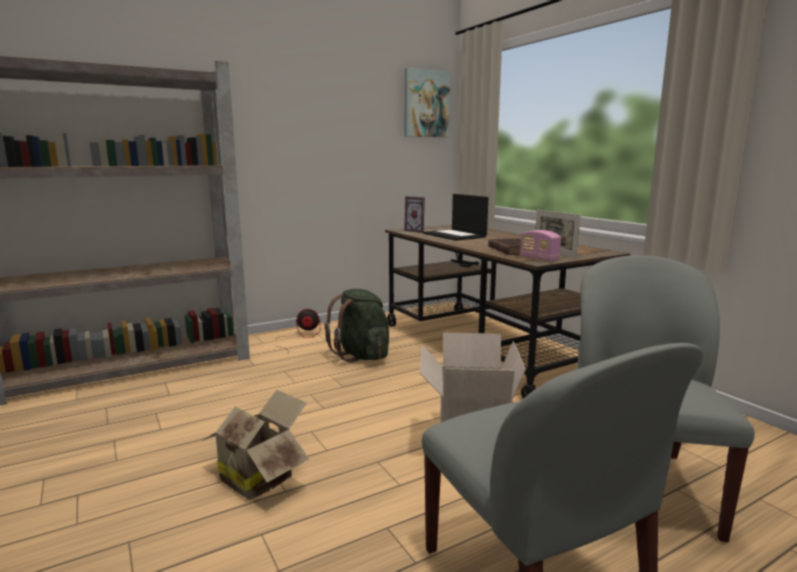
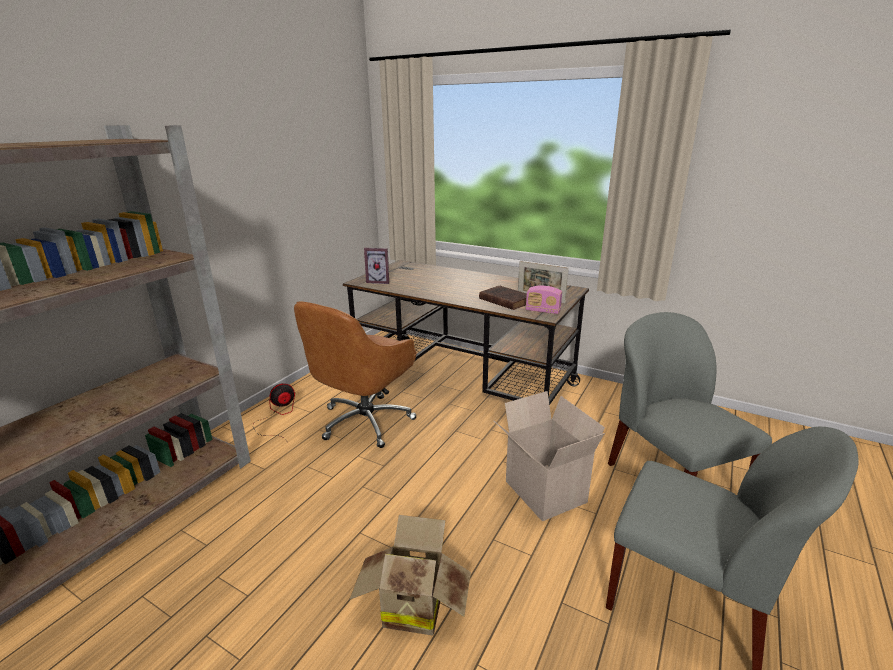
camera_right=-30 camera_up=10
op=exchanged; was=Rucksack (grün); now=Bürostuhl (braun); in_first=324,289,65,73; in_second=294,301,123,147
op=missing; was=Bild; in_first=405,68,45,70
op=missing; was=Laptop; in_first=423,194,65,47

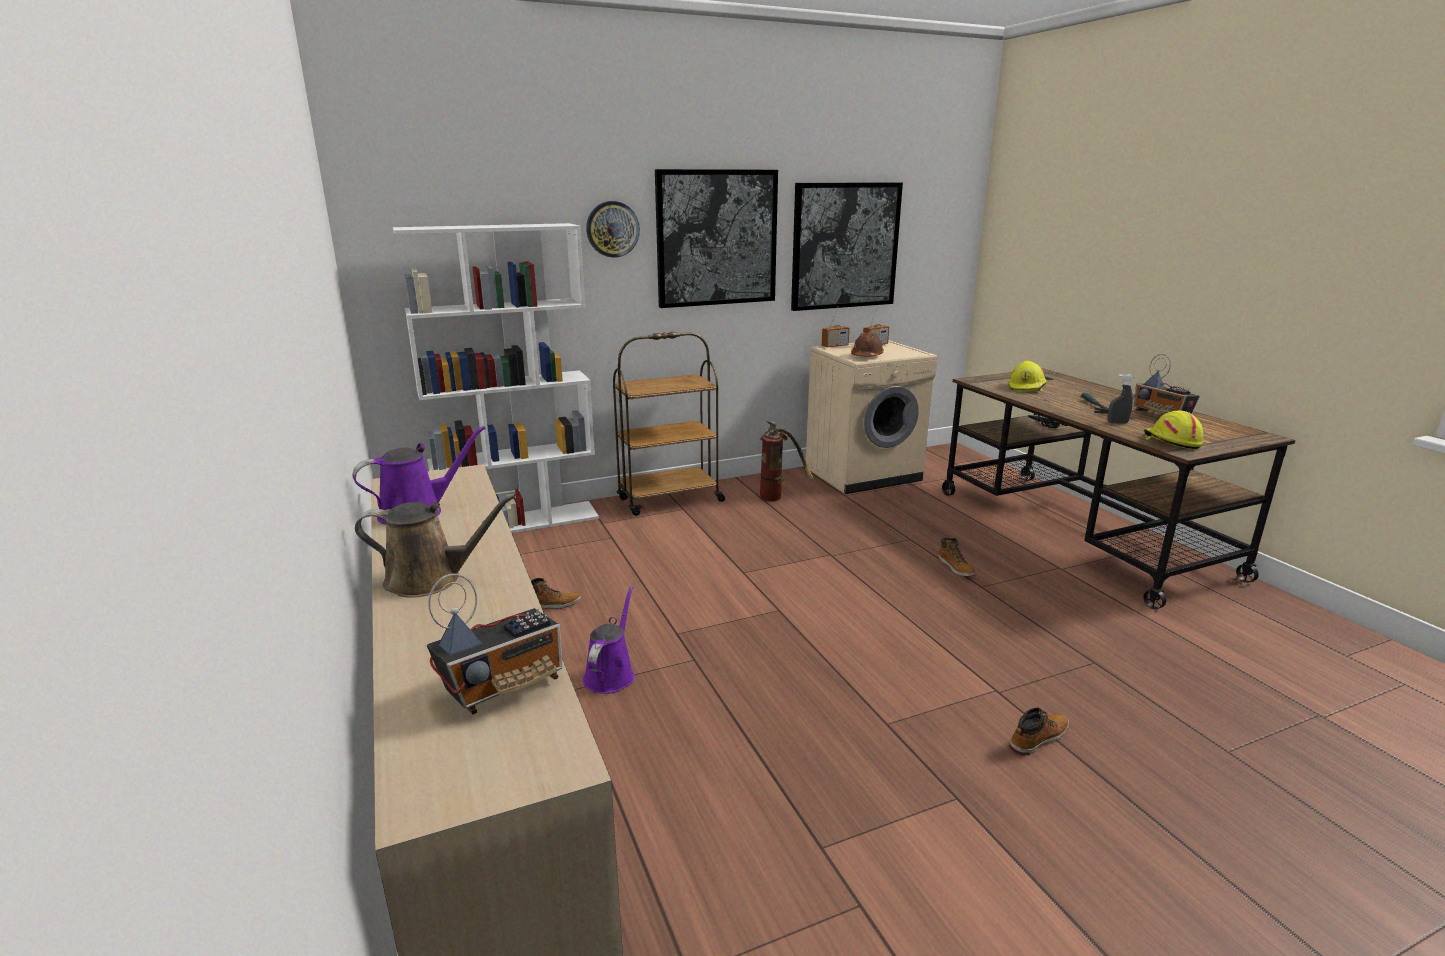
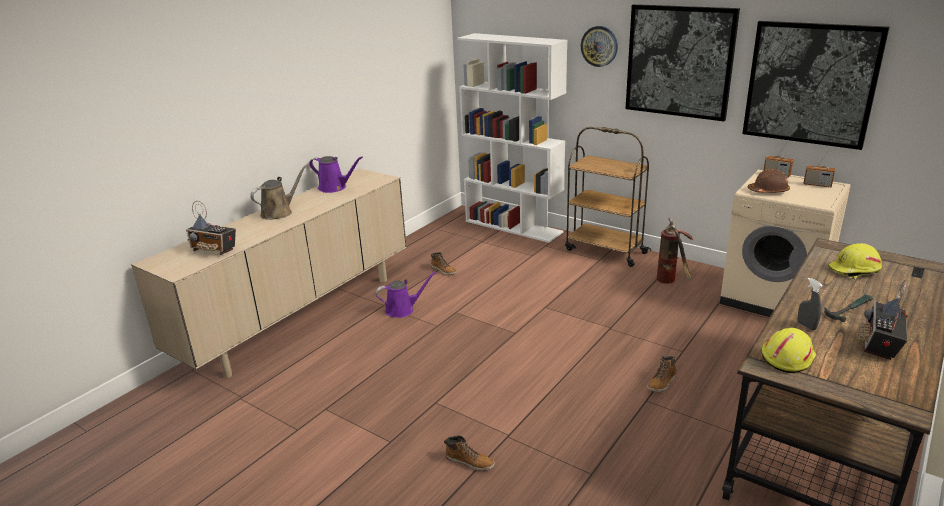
camera_right=60 camera_up=5
op=spun; was=Gießkanne (braun); in_first=355,494,161,104; in_second=250,165,57,55; clockwise=-105

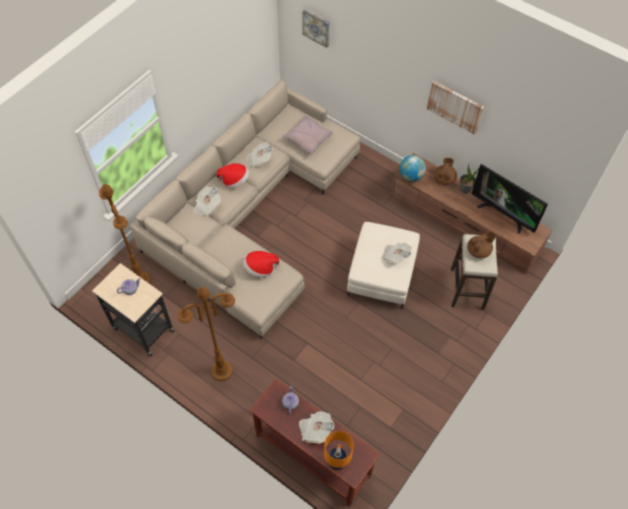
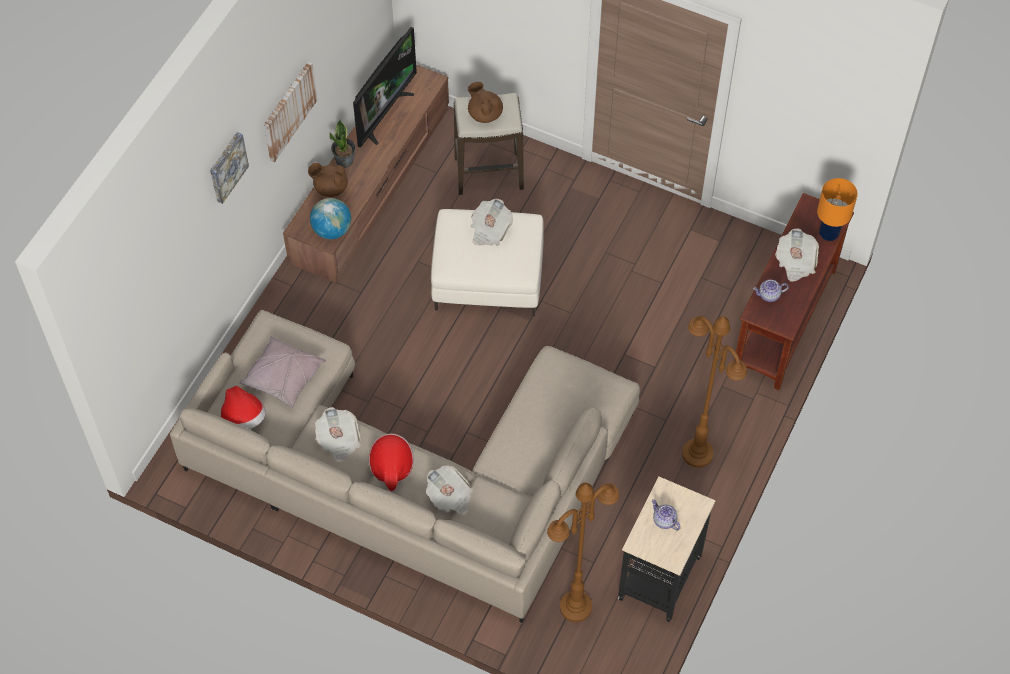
camera_right=-100 camera_up=0
op=relocated; was=Hut; in_first=243,251,36,27; in_second=221,386,45,43
op=relocated; was=Bild; in_first=302,9,28,39; in_second=210,132,39,72

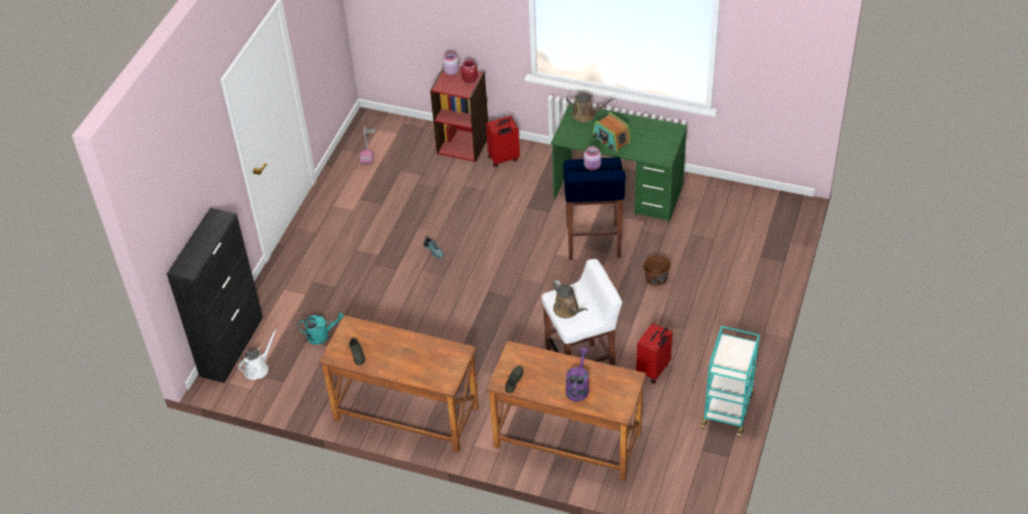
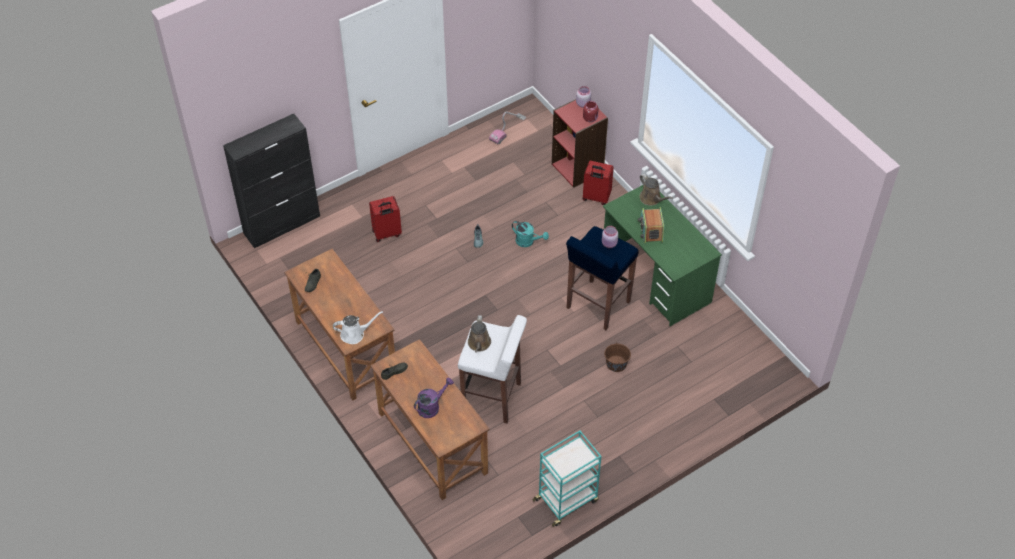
camera_right=35 camera_up=5
op=relocated; was=Gießkanne (weiß); in_first=238,329,39,51; in_second=333,311,50,33
op=relocated; was=Gießkanne (türkis); in_first=298,313,46,32; in_second=512,221,37,26
op=relocated; was=Koffer (rot); in_first=636,323,36,61; in_second=369,196,33,46

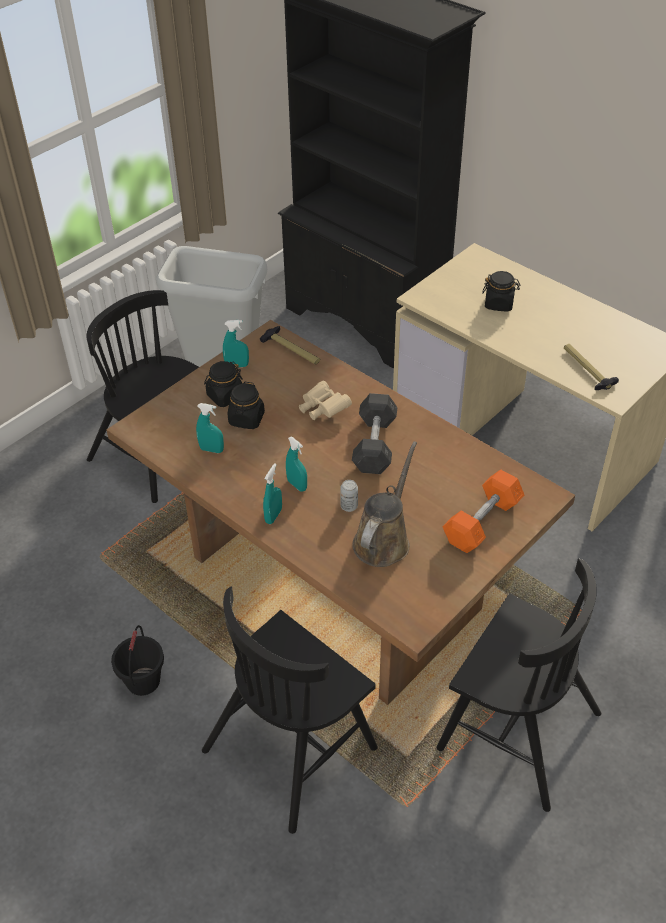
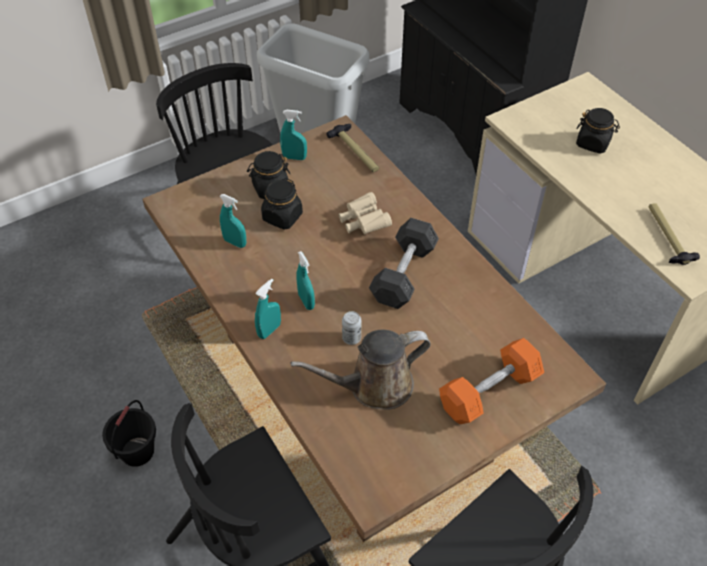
camera_right=15 camera_up=5
op=spun; was=Gießkanne (braun); in_first=352,441,65,126; in_second=290,330,141,80; clockwise=-150

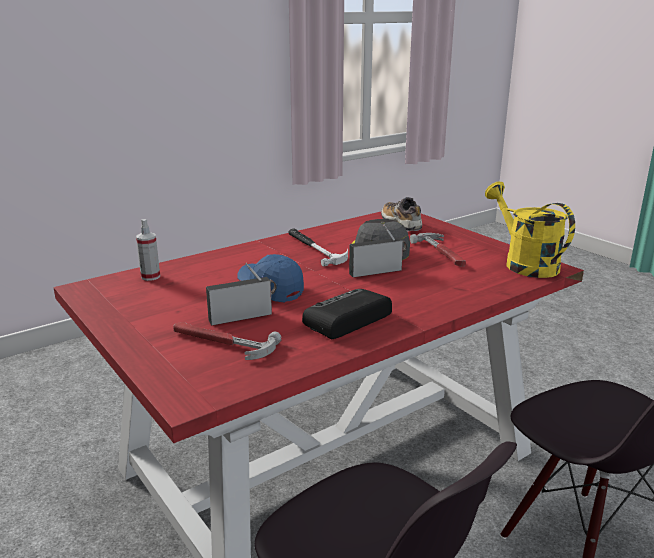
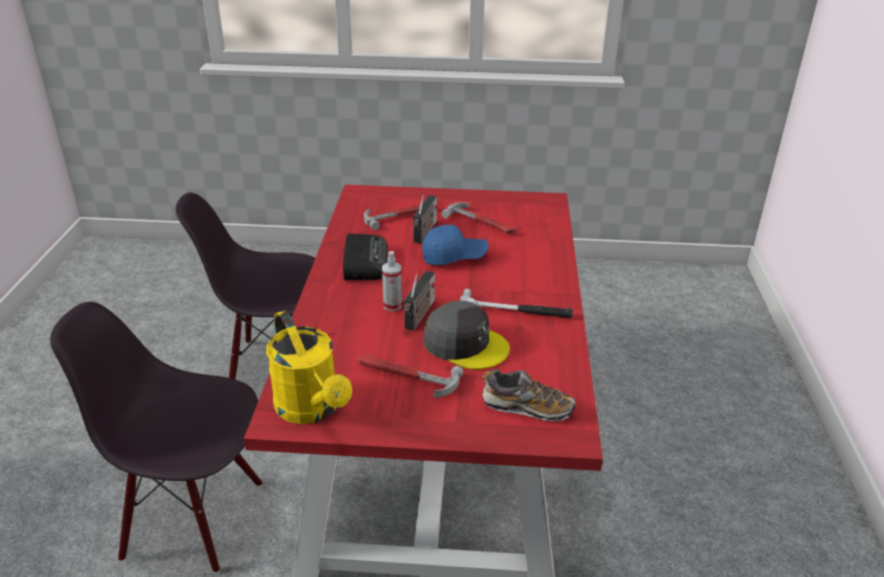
camera_right=130 camera_up=10
op=relocated; was=Sprühflasche; in_first=136,219,24,62; in_second=382,251,20,60
op=spun; was=Gießkanne (gelb); in_first=485,182,90,96; in_second=266,310,86,114; clockwise=45
op=appeared; now=Hammer; in_second=442,202,73,32

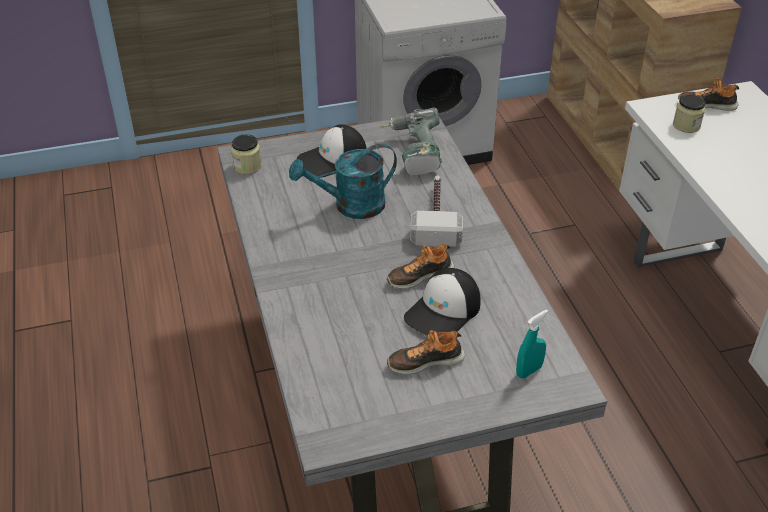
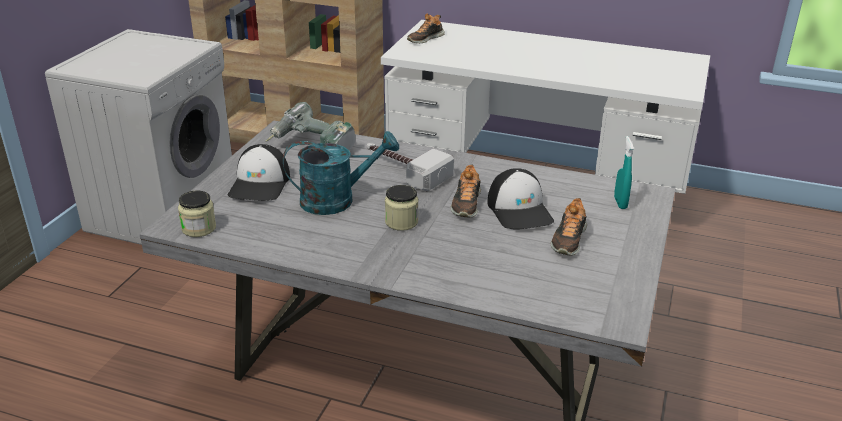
camera_right=-55 camera_up=-10
op=spun; was=Gießkanne (türkis); in_first=289,143,108,76; in_second=283,131,116,84; clockwise=-120
op=relocated; was=Vorratsglas; in_first=673,95,32,38; in_second=385,185,33,46

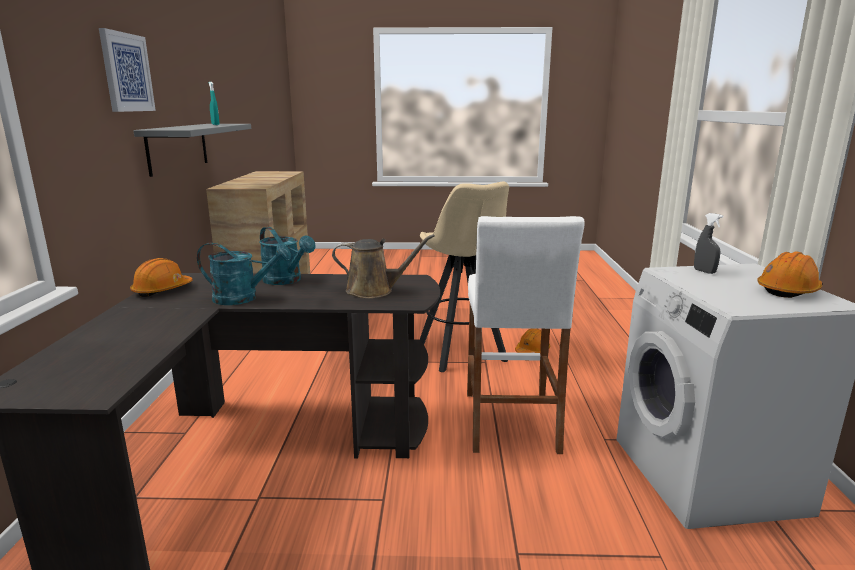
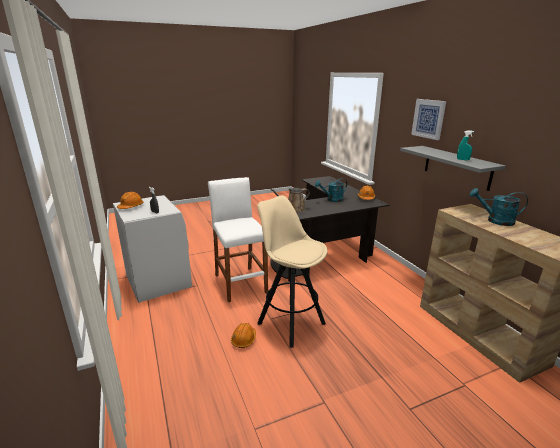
camera_right=155 camera_up=5
op=relocated; was=Gießkanne (türkis); in_first=259,227,57,58; in_second=469,188,59,38

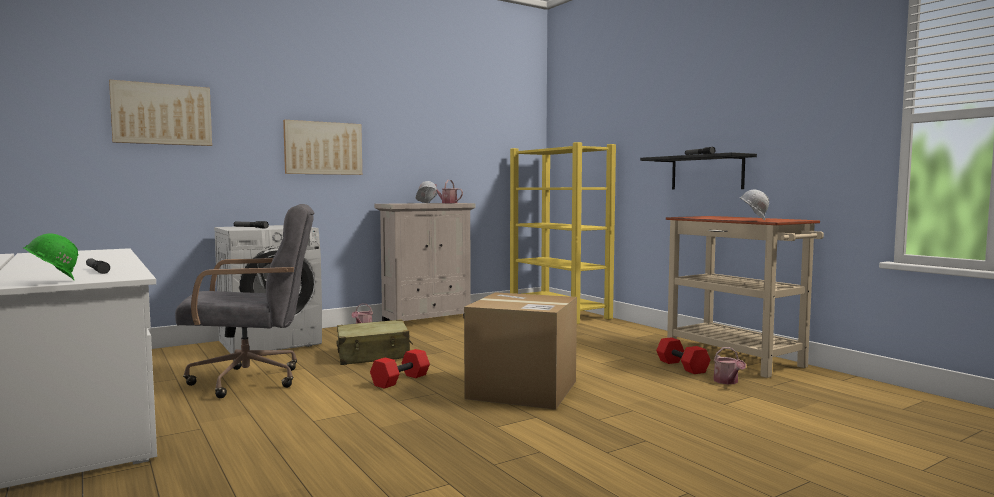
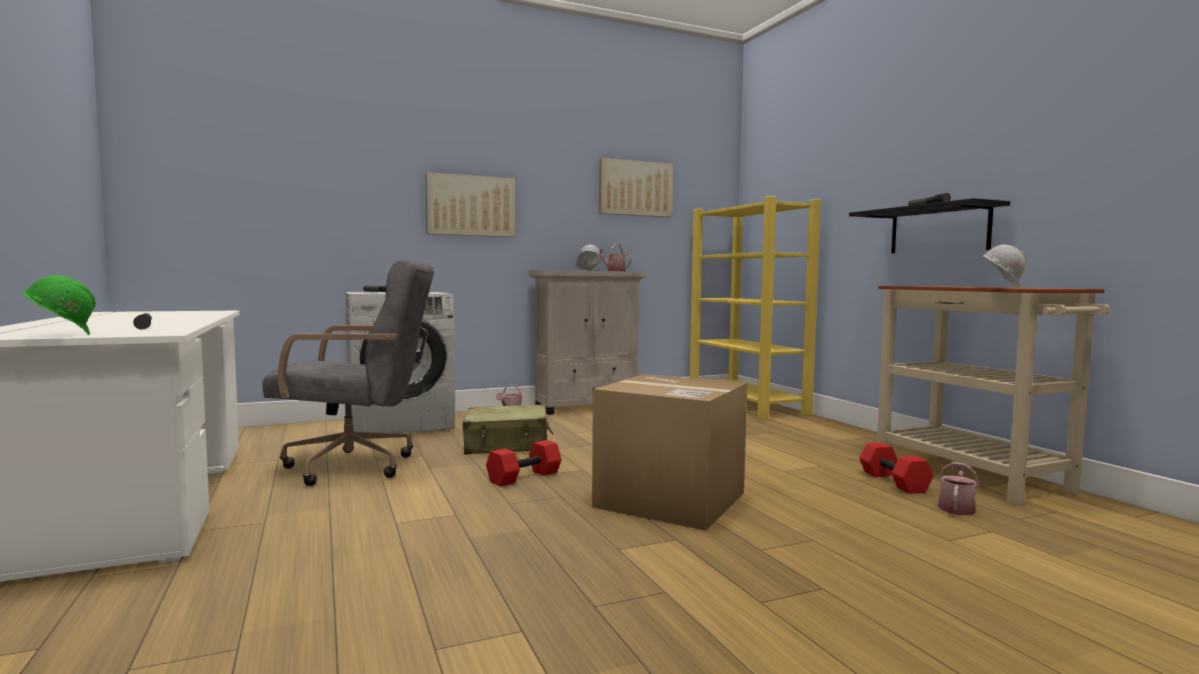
camera_right=10 camera_up=0
op=relocated; was=Bild; in_first=109,79,103,67; in_second=599,158,74,59
op=spun; was=Gießkanne; in_first=713,347,33,37; in_second=938,462,41,53; clockwise=-150

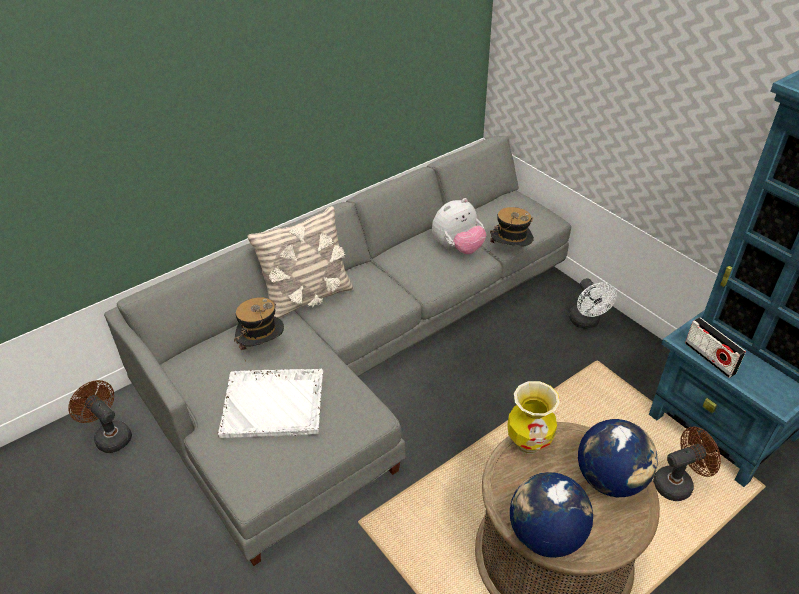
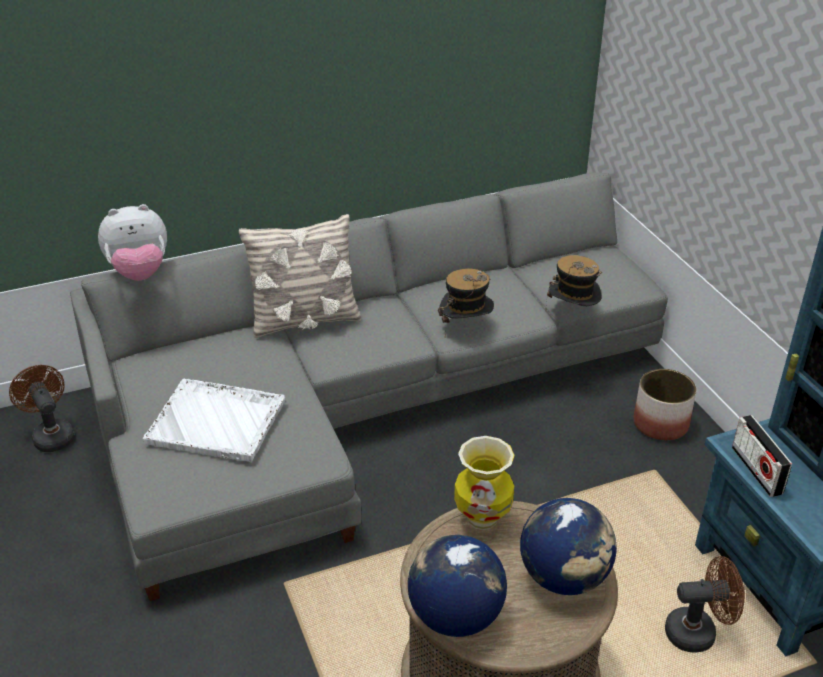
camera_right=15 camera_up=-5
op=relocated; was=Hut; in_first=234,297,50,65; in_second=438,269,56,68
op=relocated; was=Plüschtier; in_first=432,198,55,56; in_second=98,204,69,77
op=exchanged; was=Ventilator (weiß); now=Pflanzkübel; in_first=569,278,48,51; in_second=634,369,62,71

